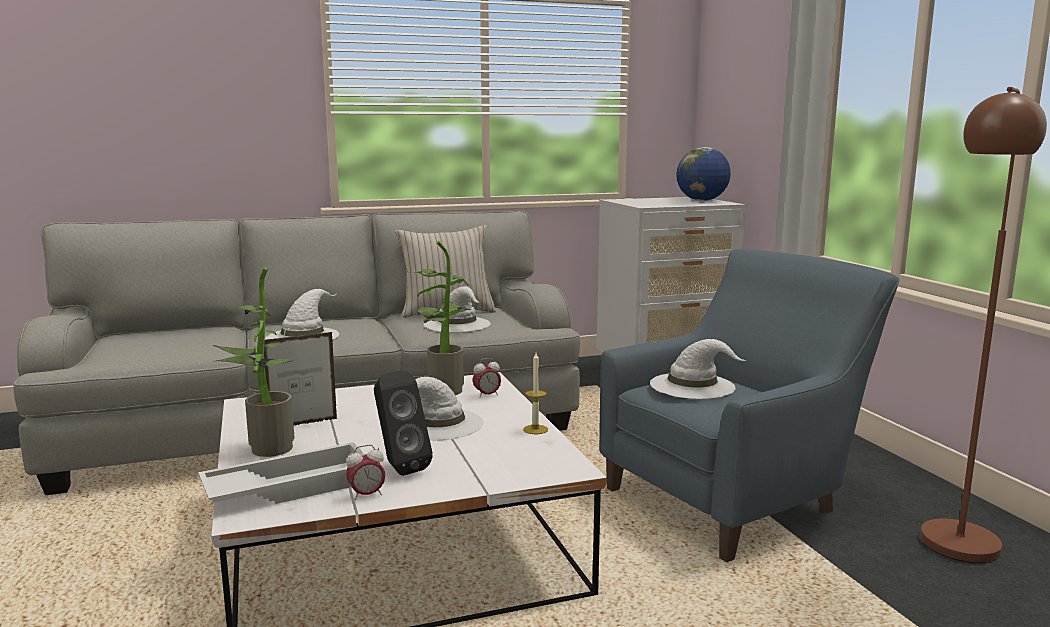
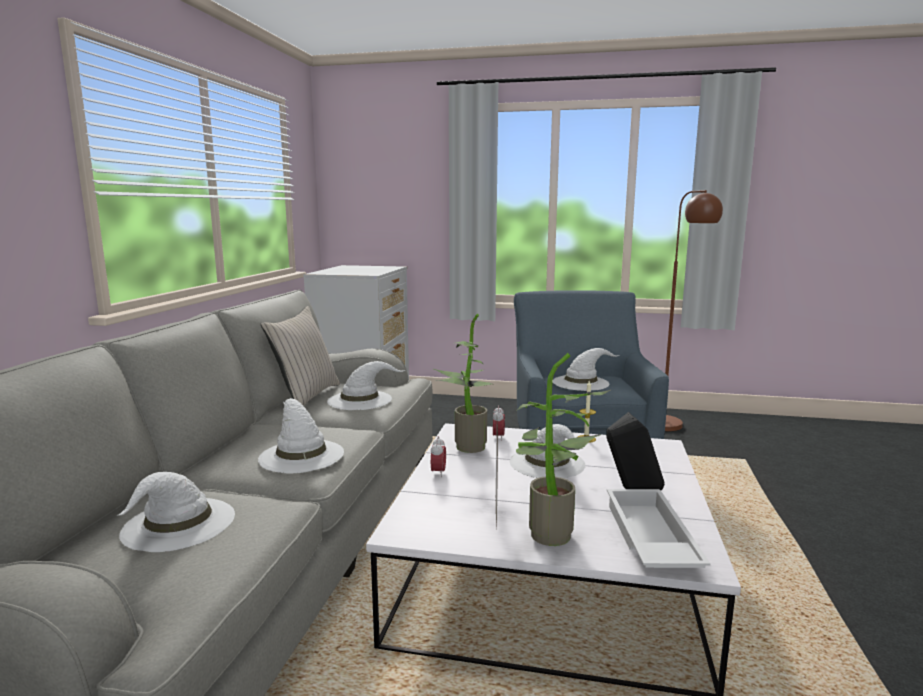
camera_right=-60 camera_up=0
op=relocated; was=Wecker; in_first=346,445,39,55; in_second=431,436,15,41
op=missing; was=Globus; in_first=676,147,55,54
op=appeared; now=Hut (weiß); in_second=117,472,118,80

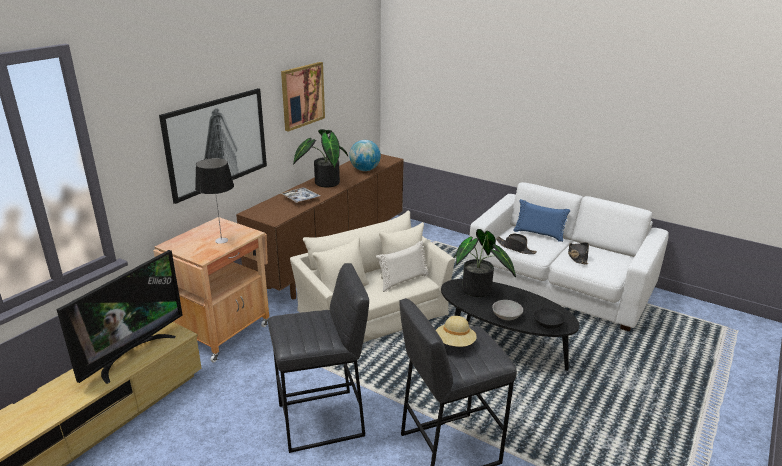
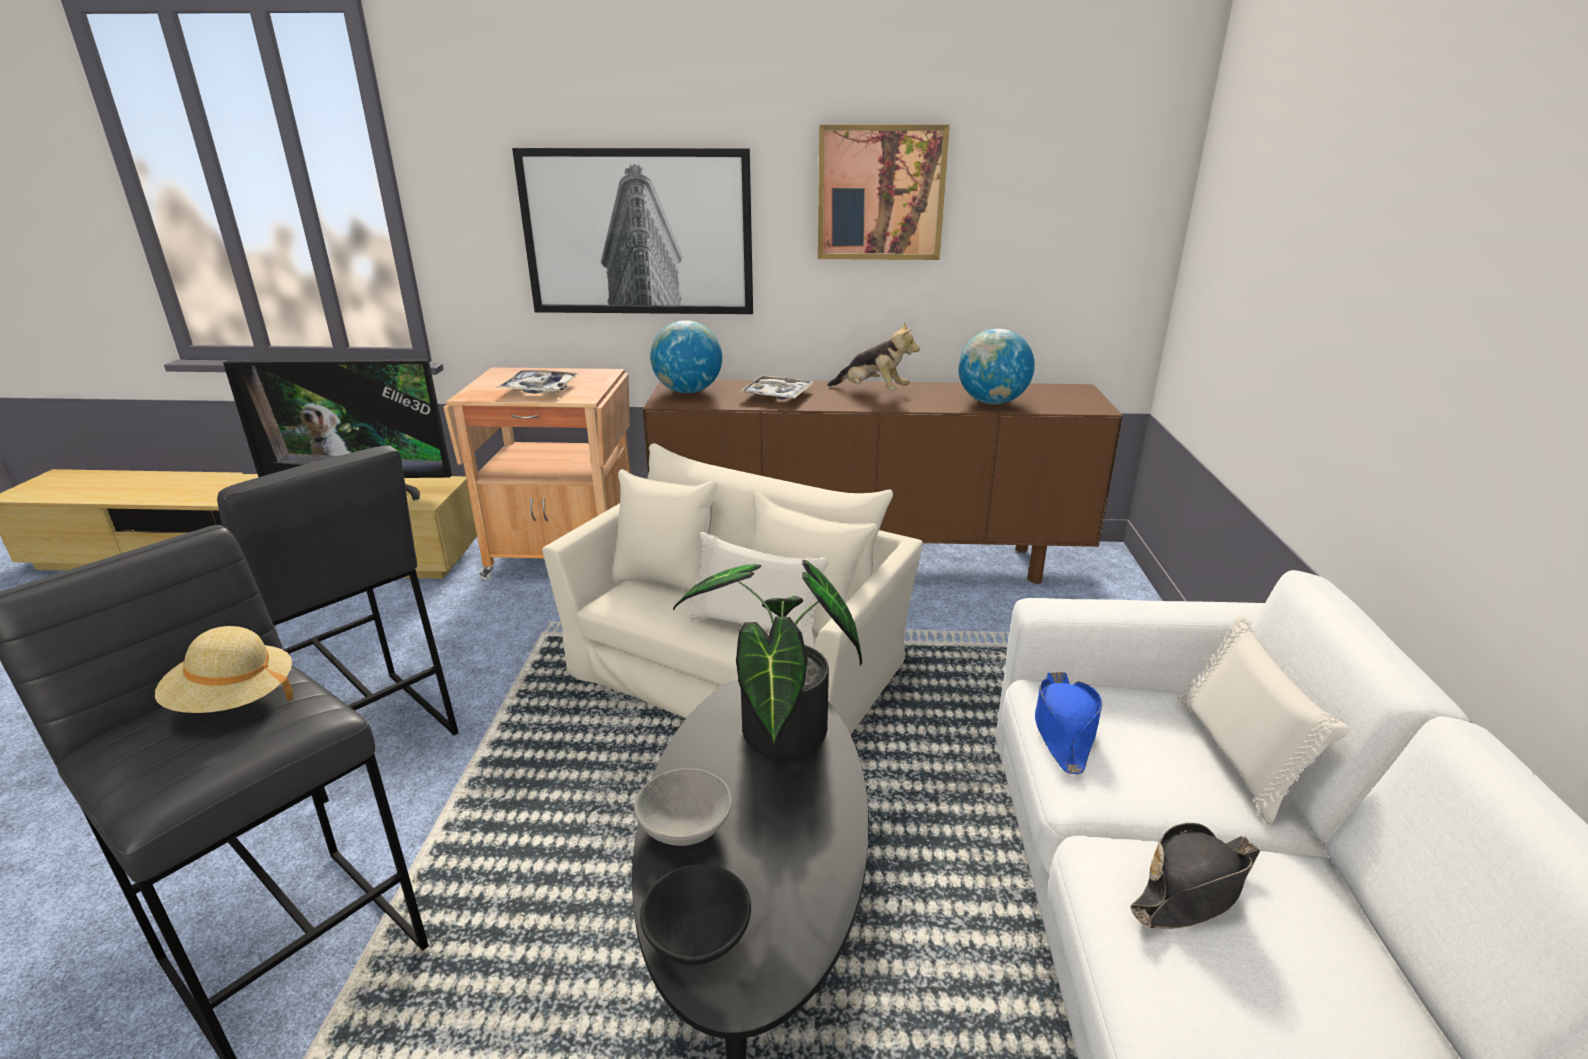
camera_right=60 camera_up=0
op=exchanged; was=Tischlampe; now=Tablett; in_first=195,158,39,86; in_second=497,370,83,23
op=exchanged; was=Topfpflanze; now=Plüschtier; in_first=293,129,55,58; in_second=828,322,92,68
op=colour; was=Hut (schwarz); now=Hut (blau); in_first=496,233,41,21; in_second=1035,672,67,102
op=colour; was=Kissen (blau); now=Kissen (weiß); in_first=513,199,57,43; in_second=1177,615,172,210
op=appeared; now=Globus; in_second=650,320,72,73

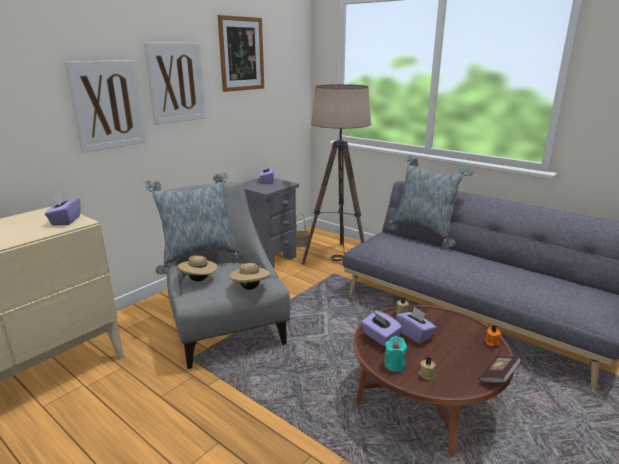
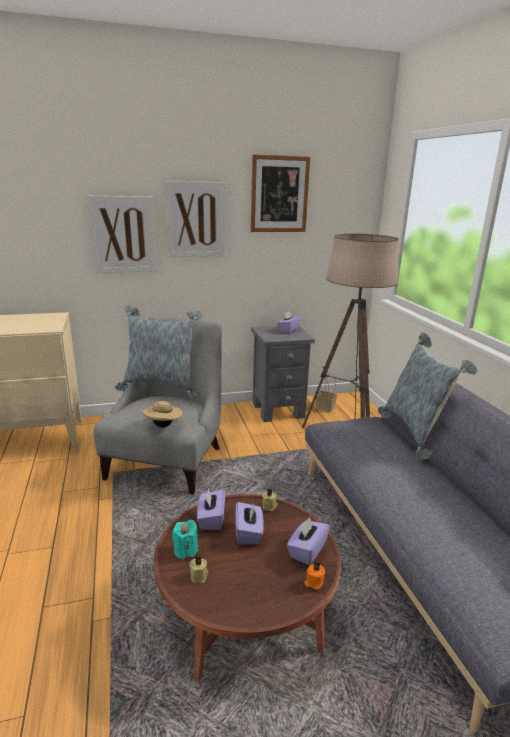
camera_right=35 camera_up=0
op=relocated; was=Taschentuchbox (lila); in_first=45,193,36,32; in_second=287,517,43,48
op=missing; was=Hut (beige); in_first=178,255,40,26
op=missing; was=Buch; in_first=479,355,42,28

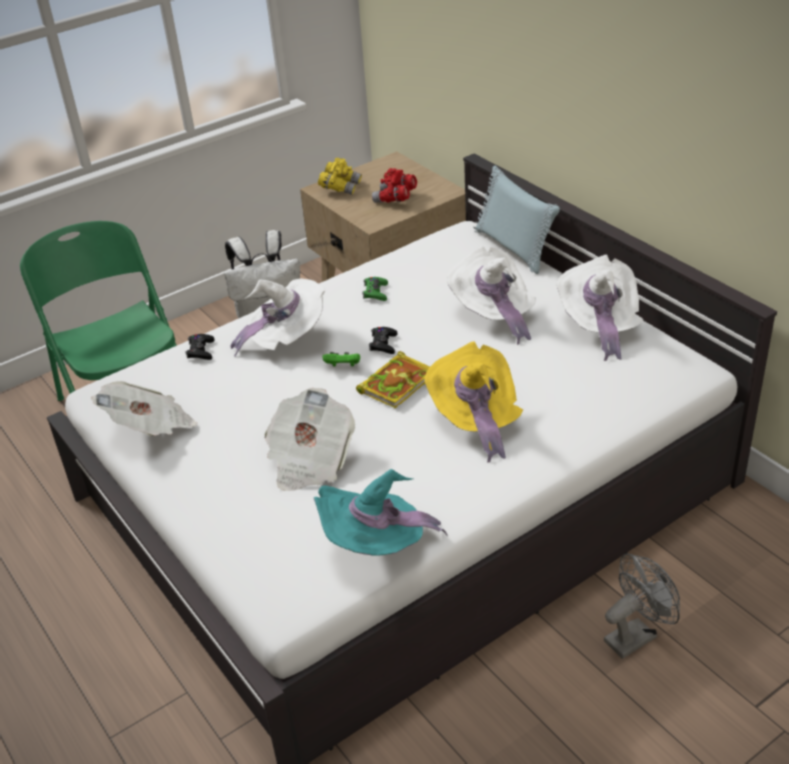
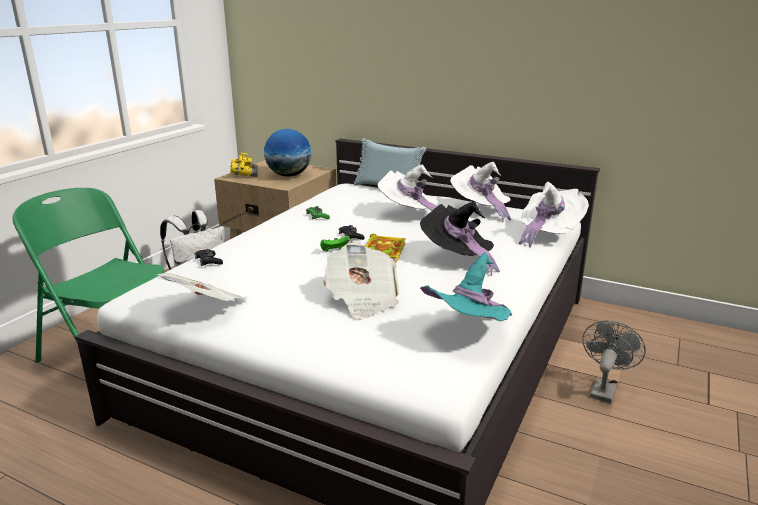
camera_right=-30 camera_up=-15
op=relocated; was=Hut (weiß); in_first=230,278,95,79; in_second=519,182,70,66
op=exchanged; was=Fernglas (rot); now=Globus; in_first=372,168,45,35; in_second=264,129,47,48
op=colour; was=Hut (gelb); now=Hut (schwarz); in_first=424,341,99,121; in_second=420,202,80,74

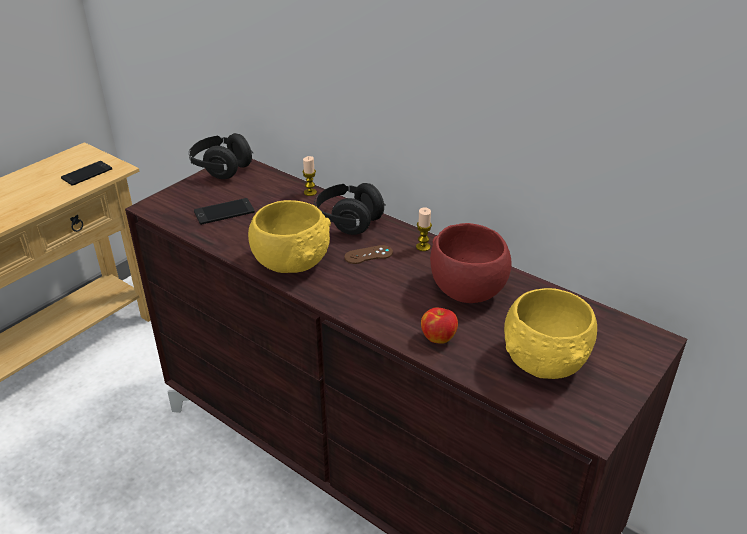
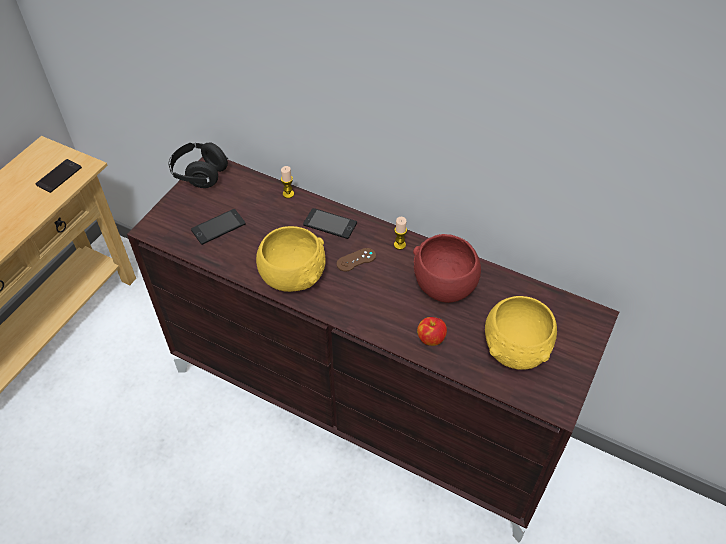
camera_right=-10 camera_up=15
op=exchanged; was=Kopfhörer (schwarz); now=Handy; in_first=314,183,71,52; in_second=303,208,54,31

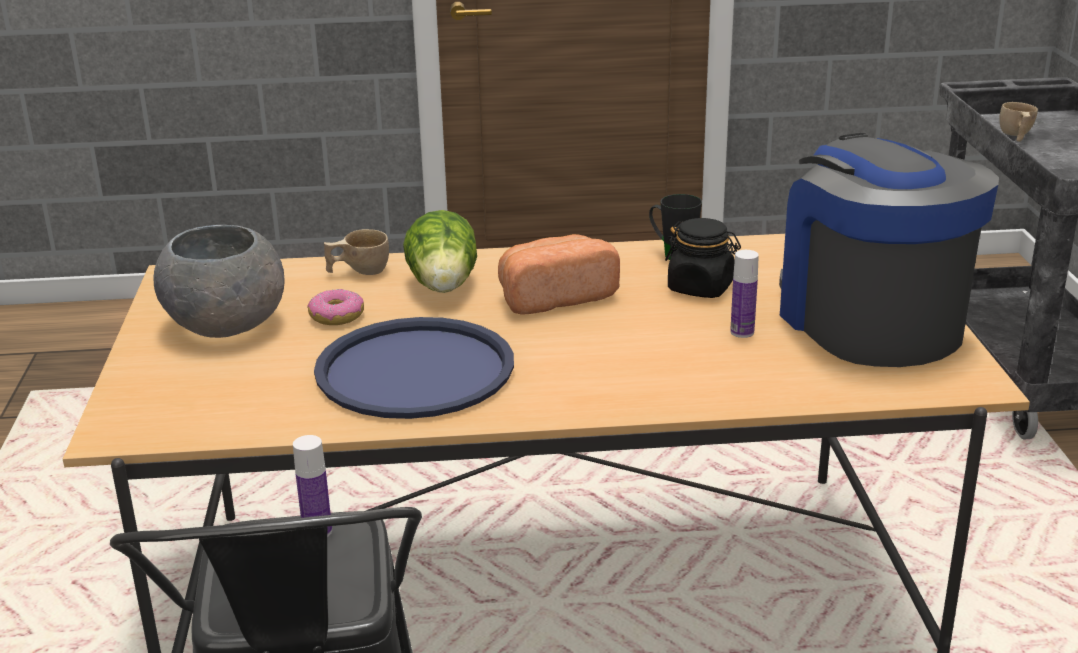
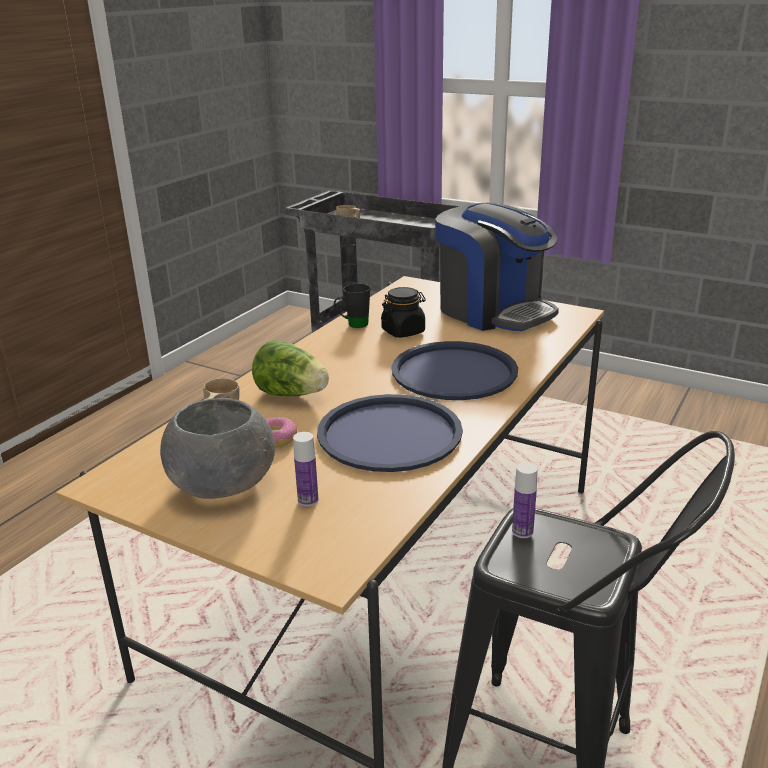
camera_right=-55 camera_up=0
op=missing; was=Brot; in_first=498,234,122,81
op=relocated; was=Flasche; in_first=730,250,29,88; in_second=293,432,25,75
op=spun; was=Kaffeemaschine; in_first=779,133,220,234; in_second=435,203,124,128; clockwise=-150
op=appeared; now=Tablett (blau); in_second=391,341,127,59

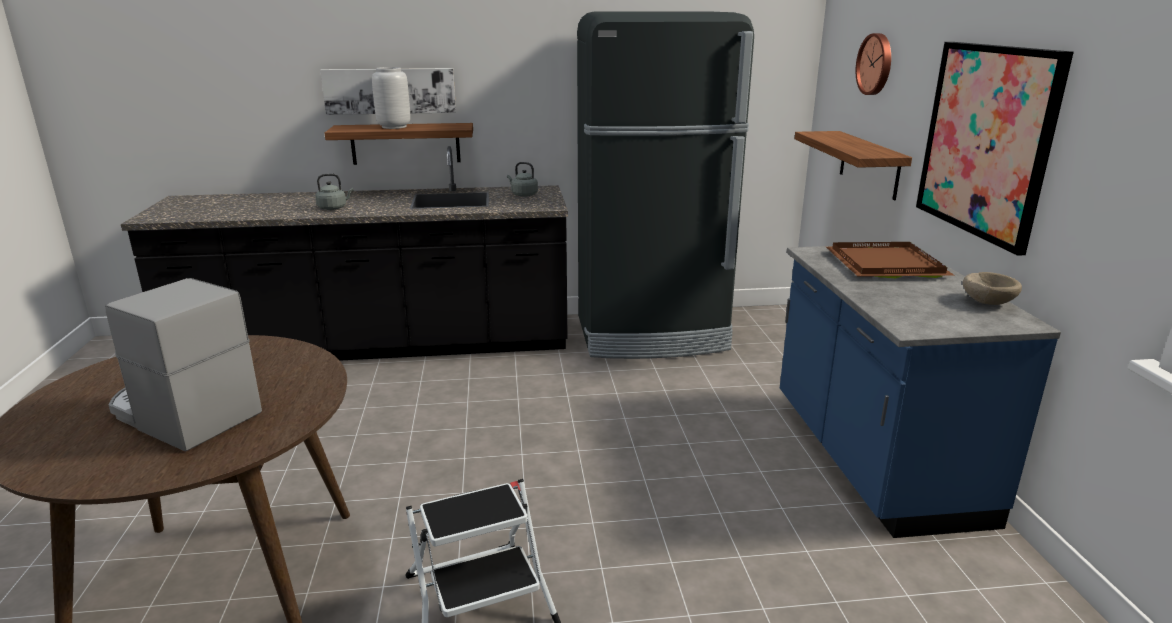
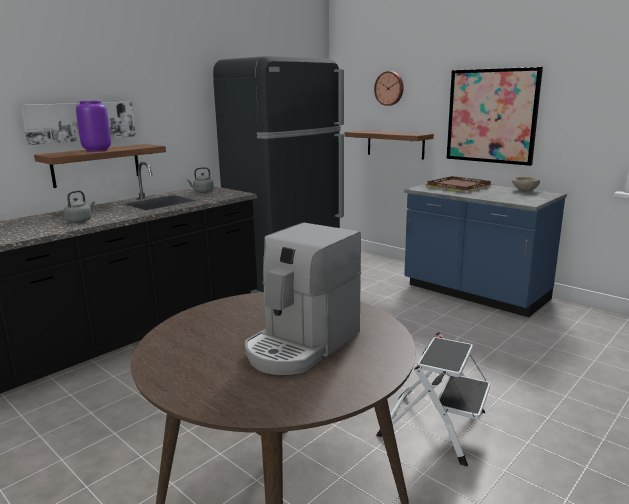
camera_right=-40 camera_up=-5
op=spun; was=Kaffeemaschine; in_first=105,278,157,174; in_second=245,223,116,152; clockwise=-45
op=colour; was=Vase (grau); now=Vase (lila); in_first=372,67,39,62; in_second=76,101,35,51

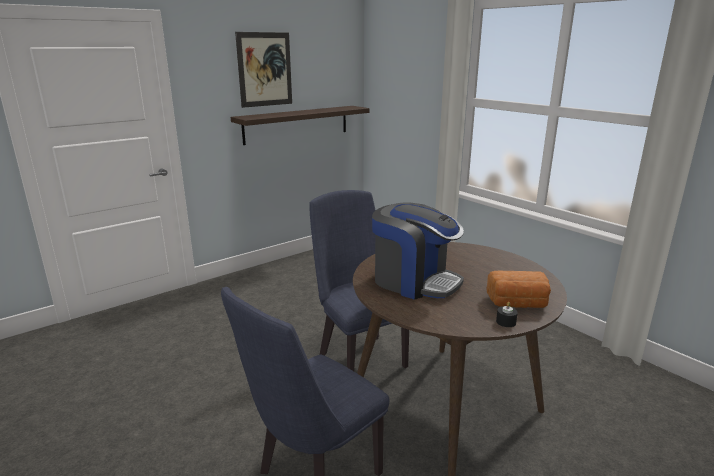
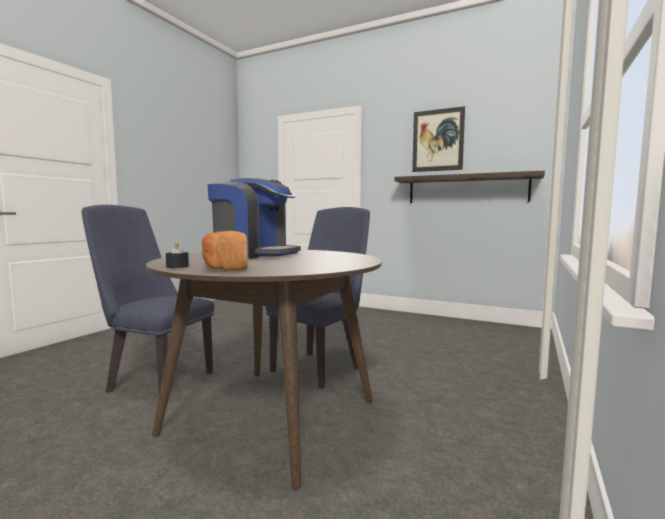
camera_right=65 camera_up=-15
op=spun; was=Kaffeemaschine; in_first=372,202,92,98; in_second=207,178,94,81; clockwise=-75

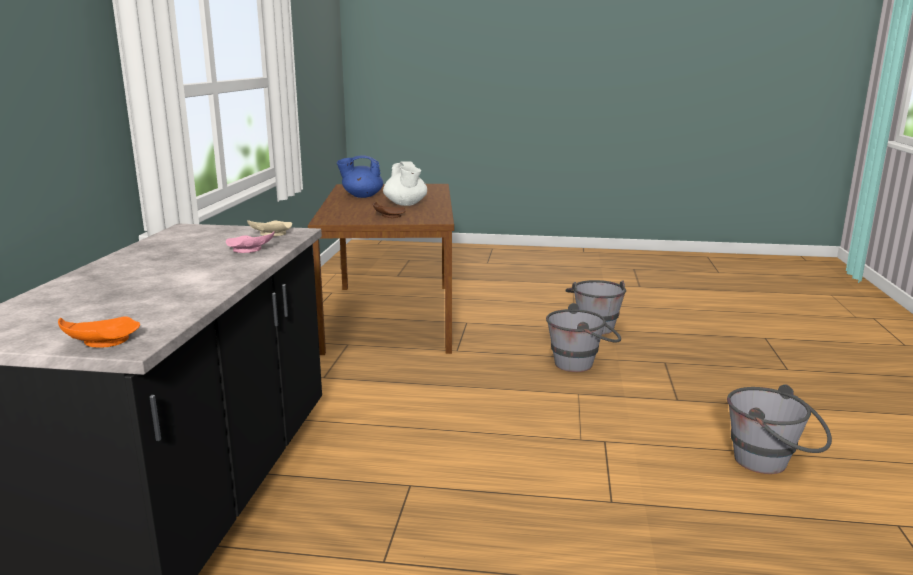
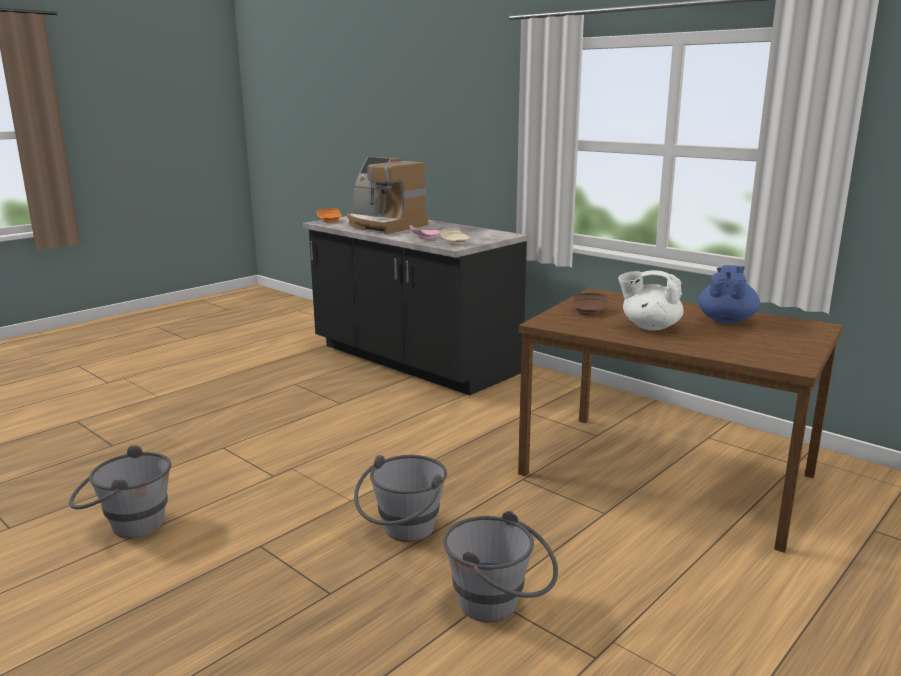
camera_right=125 camera_up=0
op=appeared; now=Kaffeemaschine; in_second=347,157,81,77

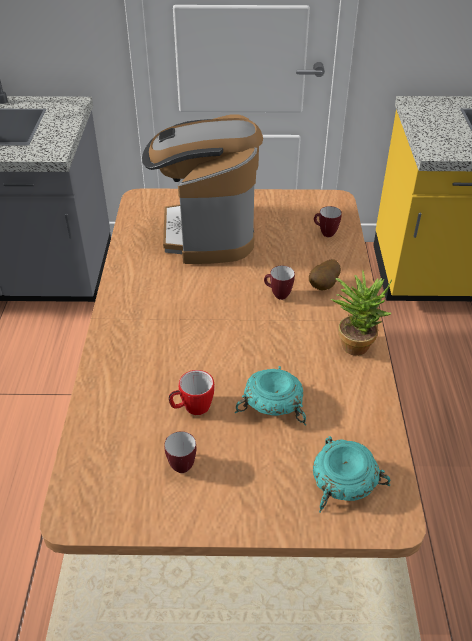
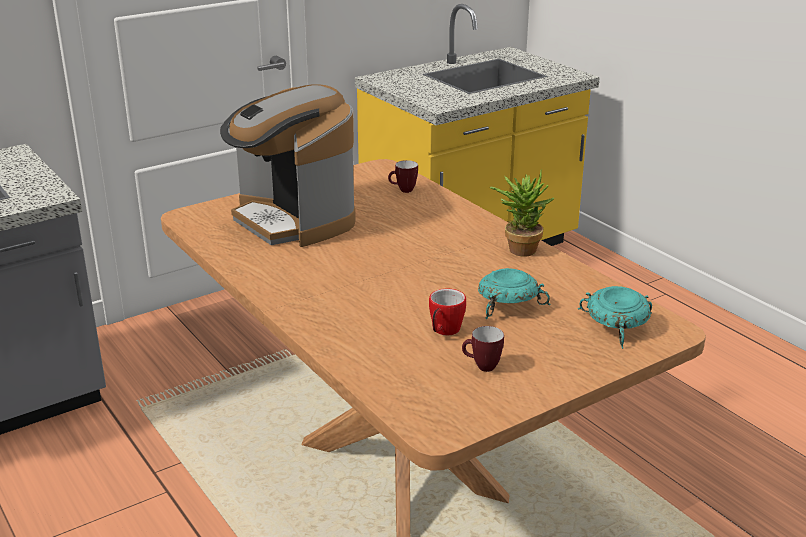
camera_right=-35 camera_up=-15
op=missing; was=Henkelbecher; in_first=264,266,31,34
op=missing; was=Kartoffel; in_first=309,259,32,31

